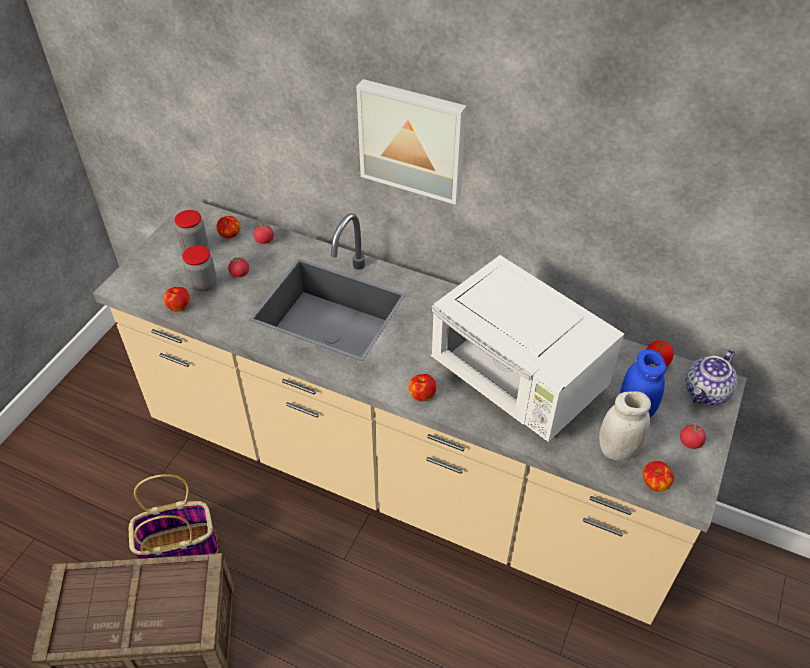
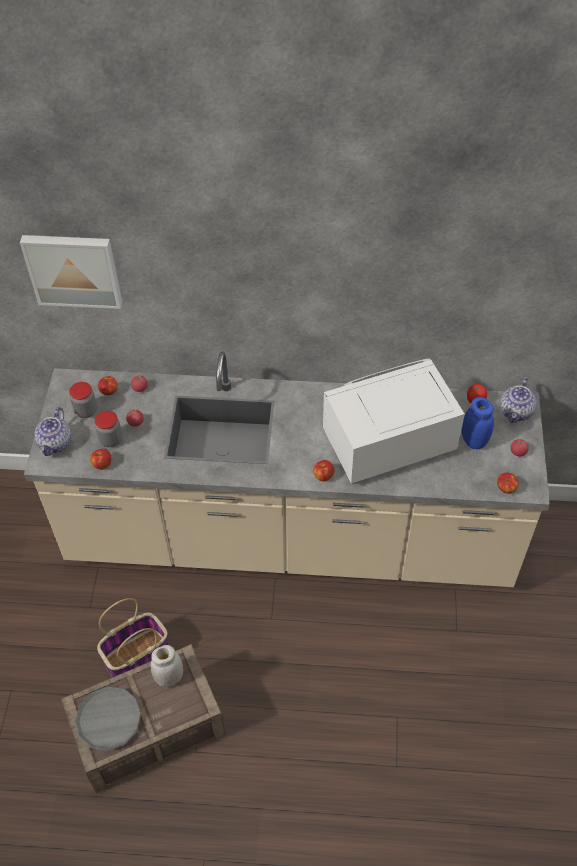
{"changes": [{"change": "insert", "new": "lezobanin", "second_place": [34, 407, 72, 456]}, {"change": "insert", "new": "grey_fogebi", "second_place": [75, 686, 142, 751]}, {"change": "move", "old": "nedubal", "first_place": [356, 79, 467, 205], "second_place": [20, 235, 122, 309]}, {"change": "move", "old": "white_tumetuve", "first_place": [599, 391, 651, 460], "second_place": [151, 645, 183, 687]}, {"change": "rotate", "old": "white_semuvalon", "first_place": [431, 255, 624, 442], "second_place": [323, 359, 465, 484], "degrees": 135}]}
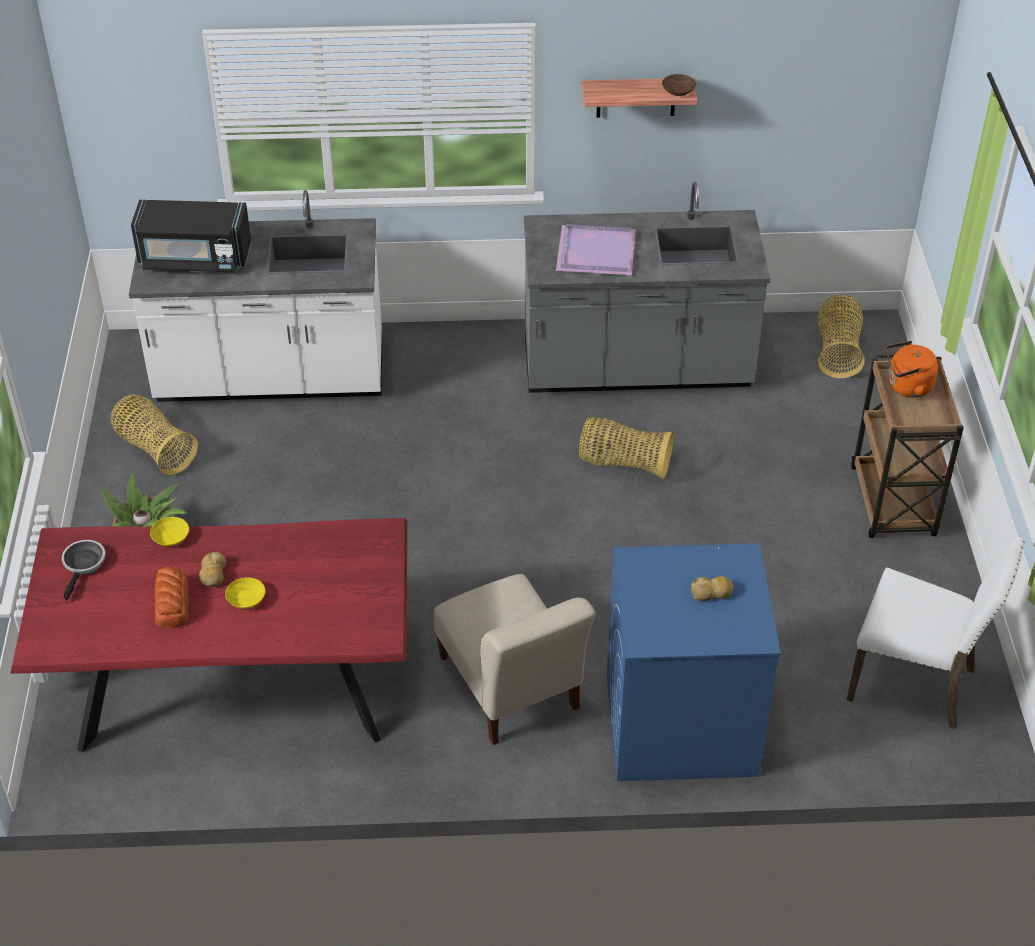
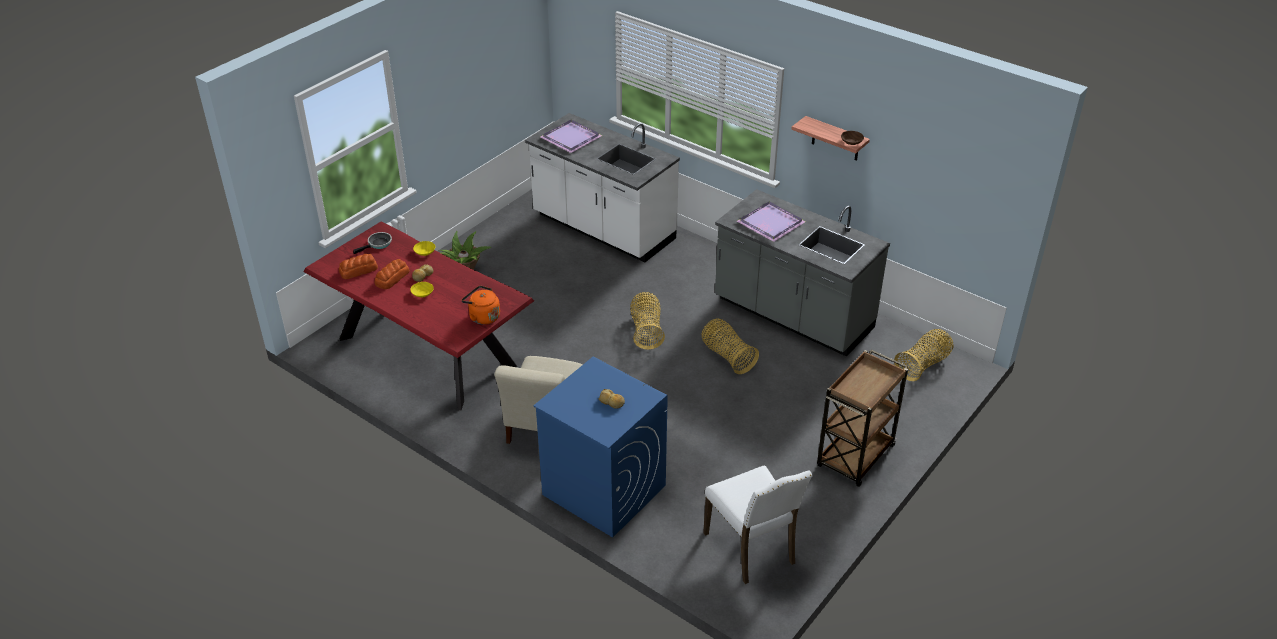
{"changes": [{"change": "insert", "new": "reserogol", "second_place": [339, 254, 378, 279]}, {"change": "move", "old": "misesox", "first_place": [111, 394, 198, 475], "second_place": [630, 292, 665, 350]}, {"change": "move", "old": "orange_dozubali", "first_place": [886, 341, 938, 398], "second_place": [462, 286, 500, 325]}, {"change": "replace", "old": "black_semuvalon", "new": "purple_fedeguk", "first_place": [131, 200, 251, 272], "second_place": [540, 120, 602, 153]}]}
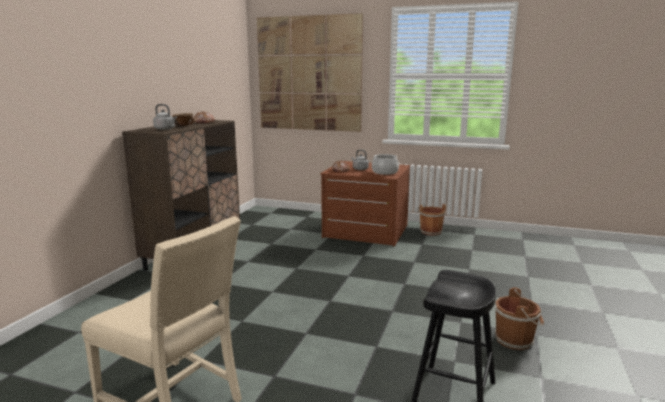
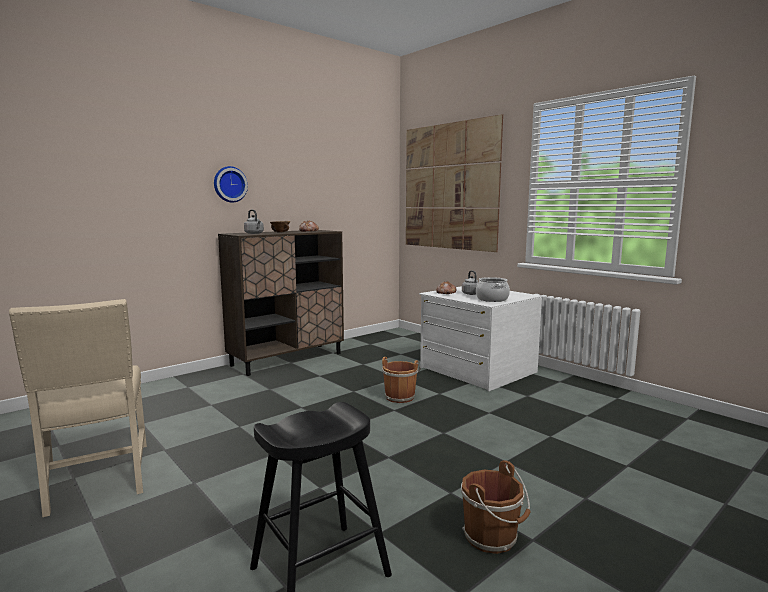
{"changes": [{"change": "insert", "new": "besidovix", "second_place": [214, 166, 248, 203]}, {"change": "move", "old": "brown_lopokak", "first_place": [418, 204, 446, 236], "second_place": [382, 357, 420, 403]}, {"change": "recolor", "old": "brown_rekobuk", "new": "white_rekobuk", "first_place": [320, 161, 410, 246], "second_place": [419, 286, 542, 391]}]}
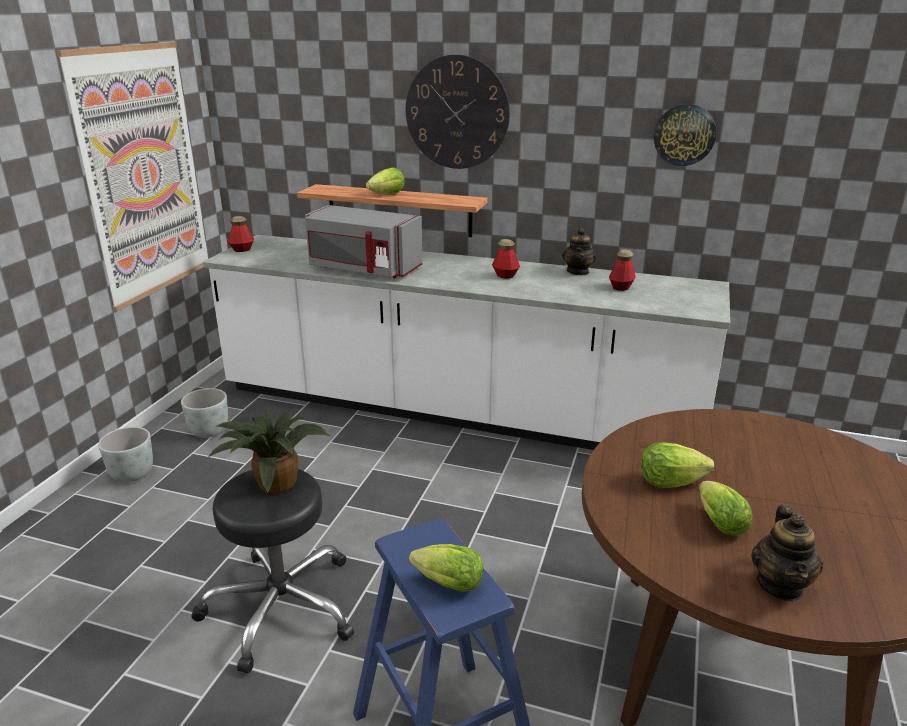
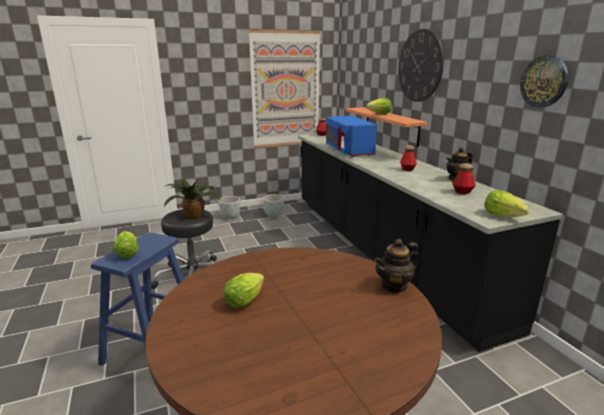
{"changes": [{"change": "move", "old": "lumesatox", "first_place": [641, 442, 714, 488], "second_place": [484, 190, 530, 217]}, {"change": "move", "old": "lezobanin", "first_place": [751, 505, 823, 601], "second_place": [374, 239, 419, 293]}, {"change": "recolor", "old": "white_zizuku", "new": "black_zizuku", "first_place": [203, 235, 730, 450], "second_place": [298, 134, 563, 352]}, {"change": "recolor", "old": "grey_semuvalon", "new": "blue_semuvalon", "first_place": [305, 205, 423, 278], "second_place": [326, 116, 377, 157]}]}
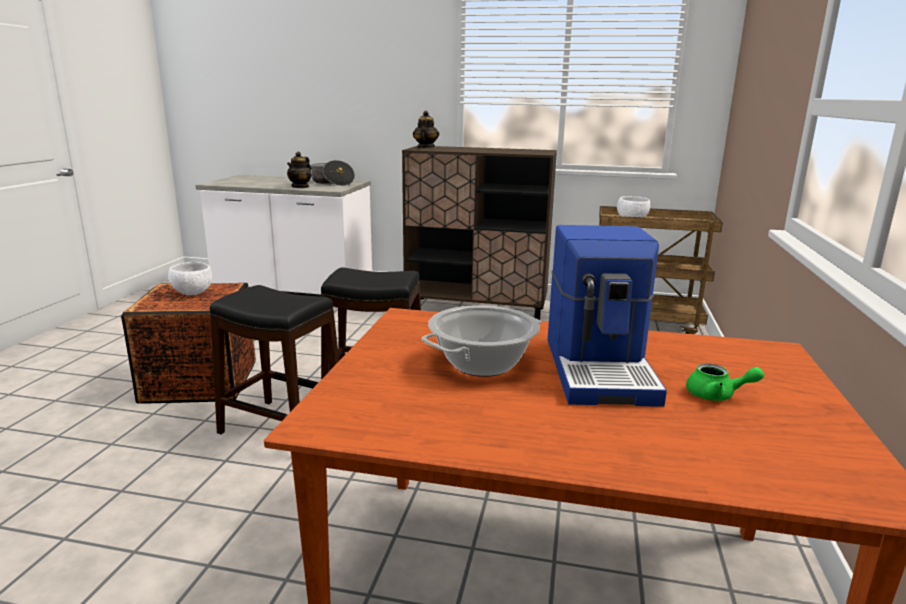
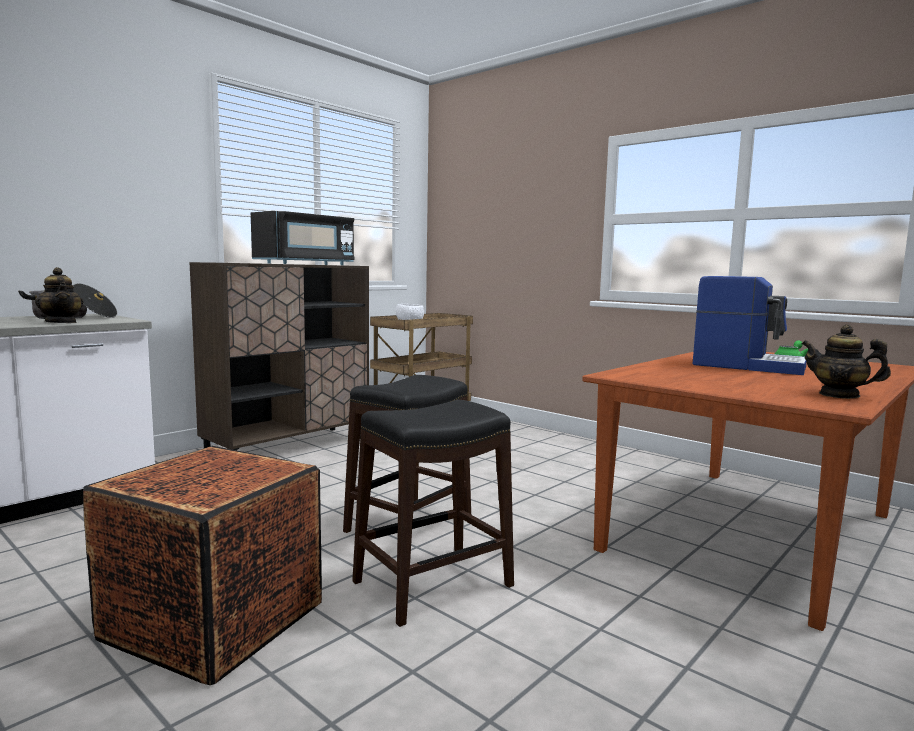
{"changes": [{"change": "delete", "old": "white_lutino", "first_place": [168, 262, 212, 295]}, {"change": "delete", "old": "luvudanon", "first_place": [422, 305, 541, 377]}, {"change": "insert", "new": "black_semuvalon", "second_place": [251, 211, 354, 265]}, {"change": "move", "old": "lezobanin", "first_place": [413, 111, 439, 148], "second_place": [802, 325, 891, 399]}]}
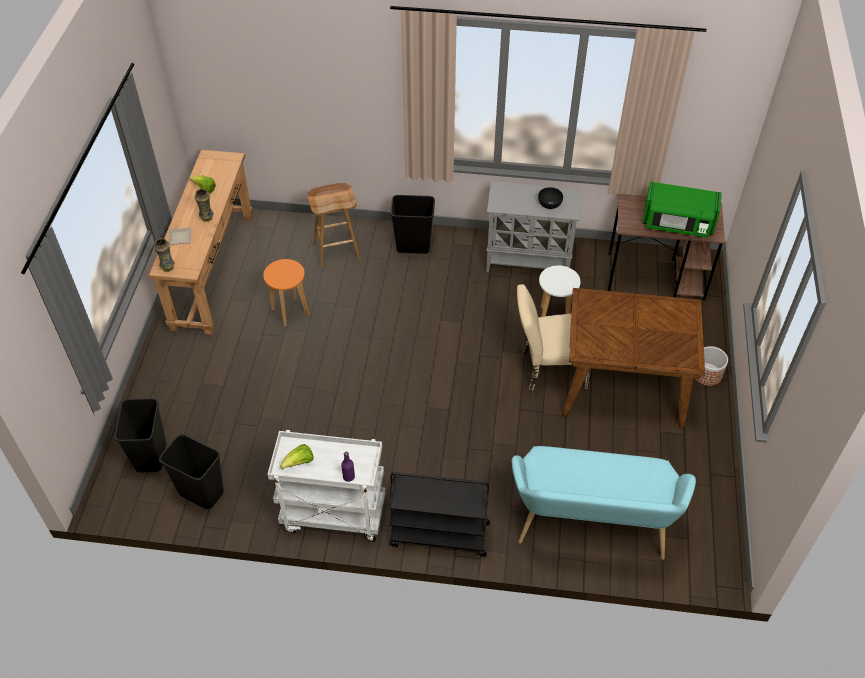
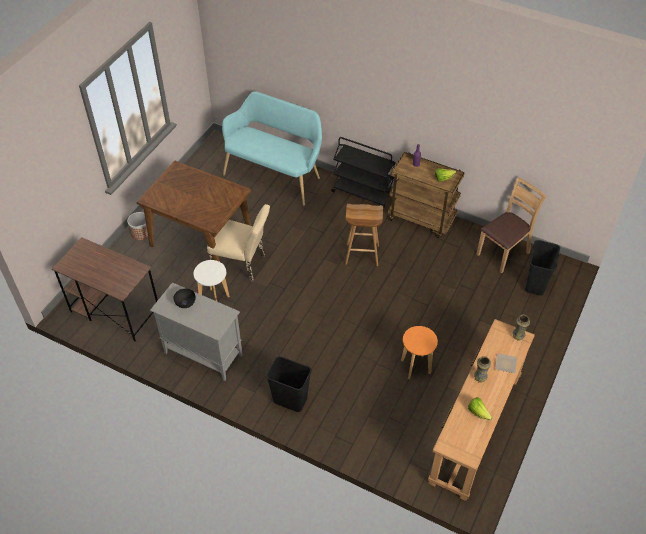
{"changes": [{"change": "delete", "old": "green_semuvalon", "first_place": [642, 182, 722, 238]}, {"change": "move", "old": "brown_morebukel", "first_place": [307, 183, 360, 268], "second_place": [345, 204, 383, 266]}, {"change": "replace", "old": "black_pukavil", "new": "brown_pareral", "first_place": [159, 434, 224, 509], "second_place": [476, 177, 546, 274]}, {"change": "recolor", "old": "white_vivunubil", "new": "brown_vivunubil", "first_place": [267, 430, 385, 542], "second_place": [388, 152, 465, 238]}]}
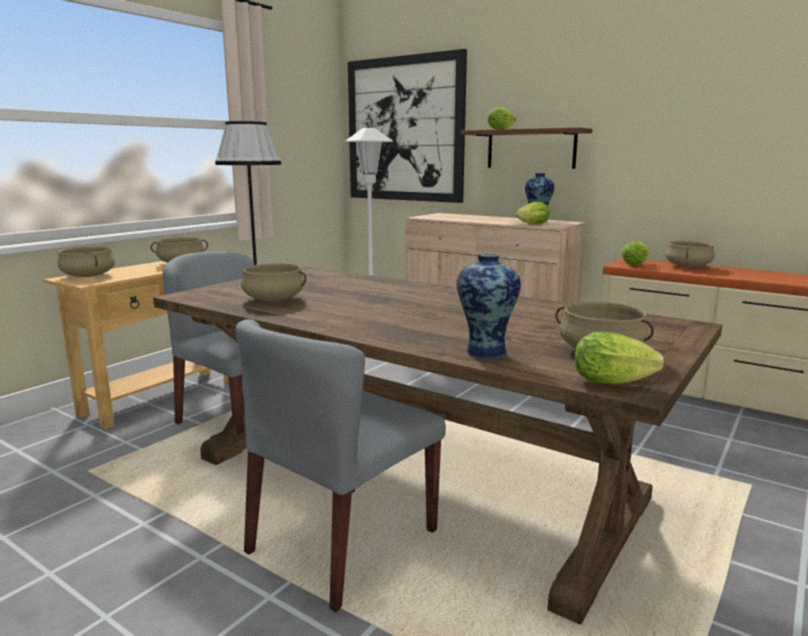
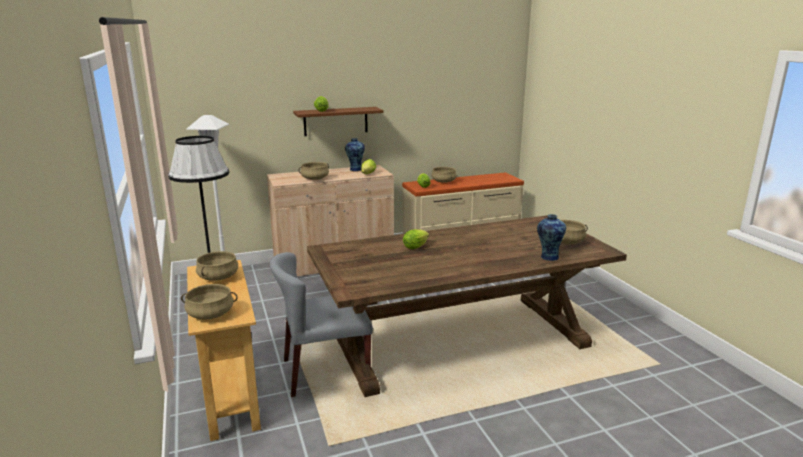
{"changes": [{"change": "delete", "old": "grey_pareral", "first_place": [236, 319, 446, 613]}, {"change": "delete", "old": "nedubal", "first_place": [348, 49, 467, 203]}, {"change": "move", "old": "beige_luvudanon", "first_place": [241, 263, 306, 301], "second_place": [298, 162, 329, 180]}, {"change": "move", "old": "lumesatox", "first_place": [575, 331, 664, 385], "second_place": [403, 229, 429, 249]}]}
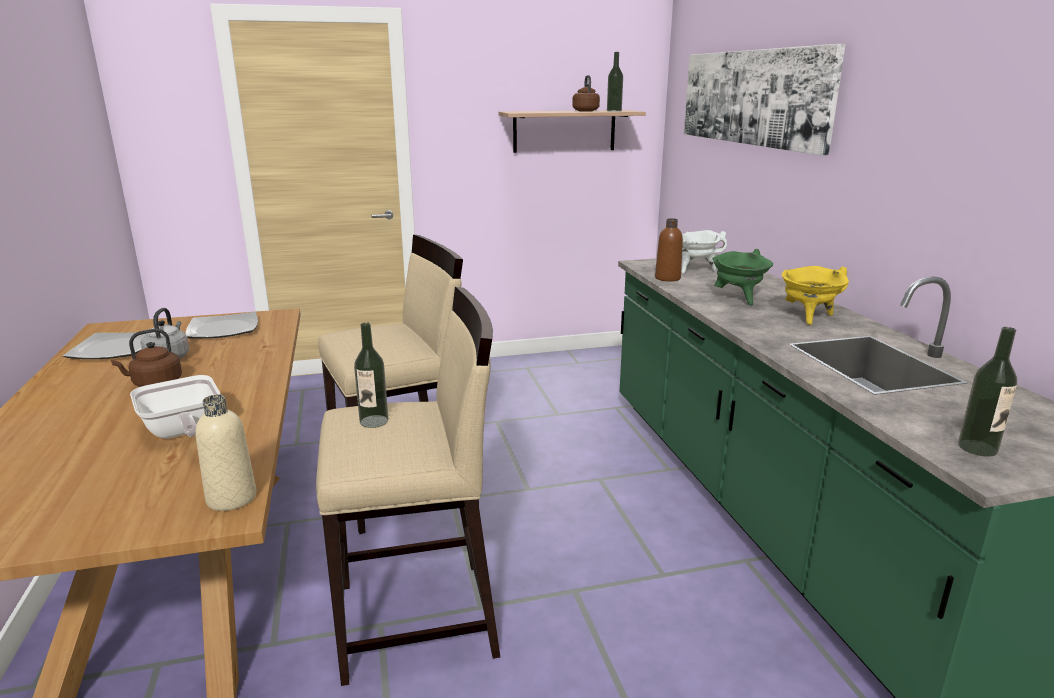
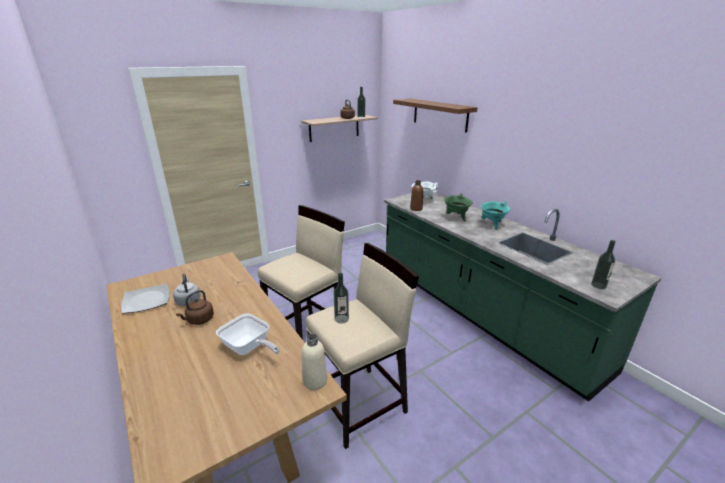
{"changes": [{"change": "delete", "old": "fogebi", "first_place": [186, 312, 258, 338]}, {"change": "replace", "old": "nedubal", "new": "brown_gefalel", "first_place": [684, 44, 846, 156], "second_place": [393, 99, 478, 133]}, {"change": "recolor", "old": "yellow_luvudanon", "new": "turquoise_luvudanon", "first_place": [782, 266, 849, 325], "second_place": [481, 201, 511, 230]}]}
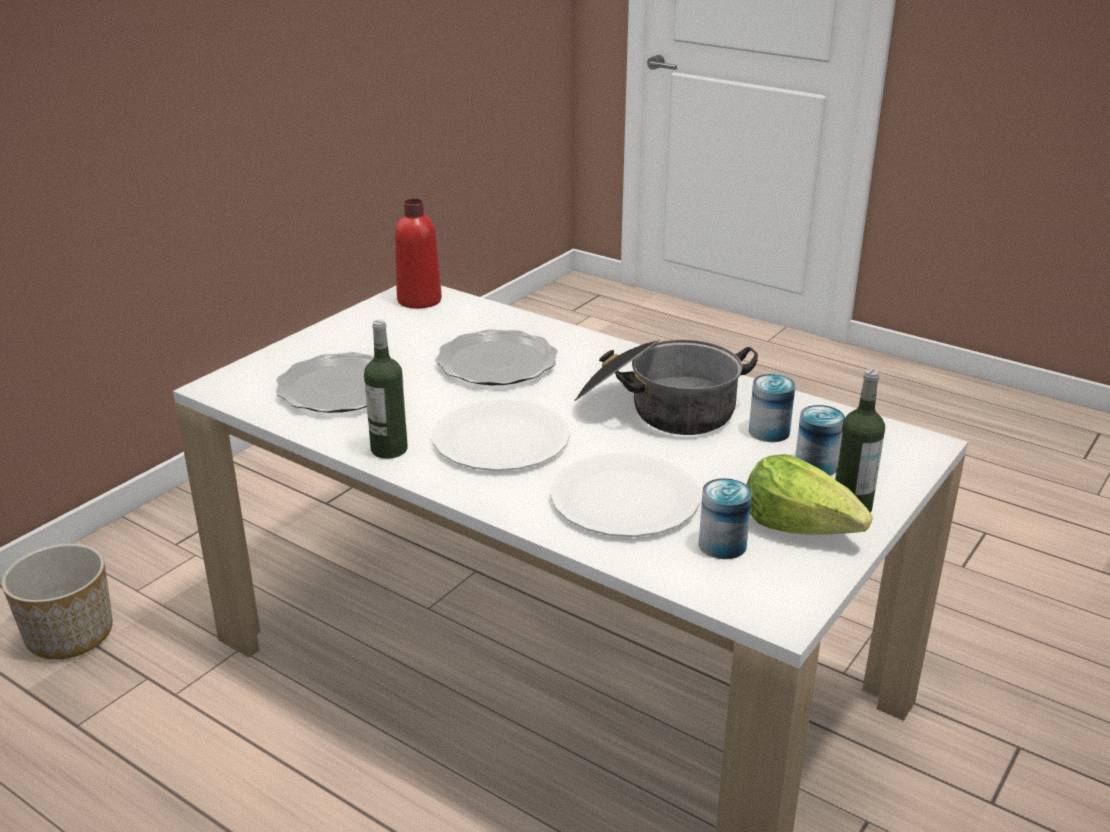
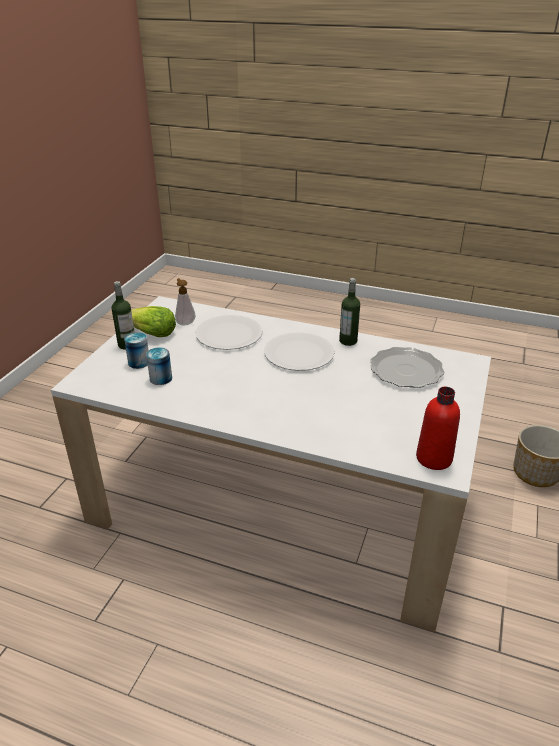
{"changes": [{"change": "delete", "old": "fogebi", "first_place": [435, 329, 558, 385]}, {"change": "delete", "old": "luvudanon", "first_place": [575, 339, 758, 435]}, {"change": "replace", "old": "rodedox", "new": "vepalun", "first_place": [699, 478, 752, 559], "second_place": [175, 278, 196, 326]}]}
